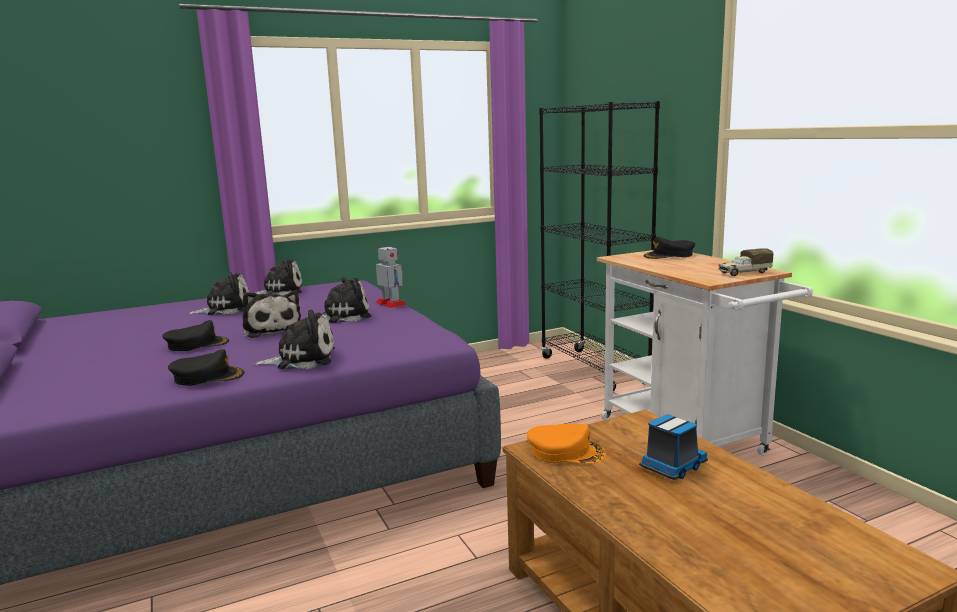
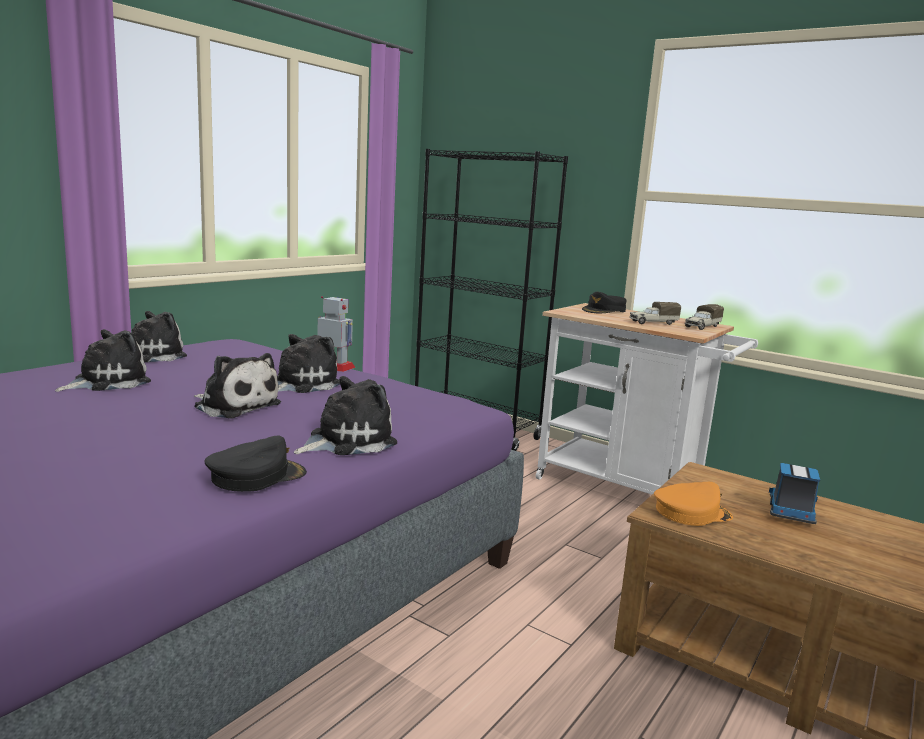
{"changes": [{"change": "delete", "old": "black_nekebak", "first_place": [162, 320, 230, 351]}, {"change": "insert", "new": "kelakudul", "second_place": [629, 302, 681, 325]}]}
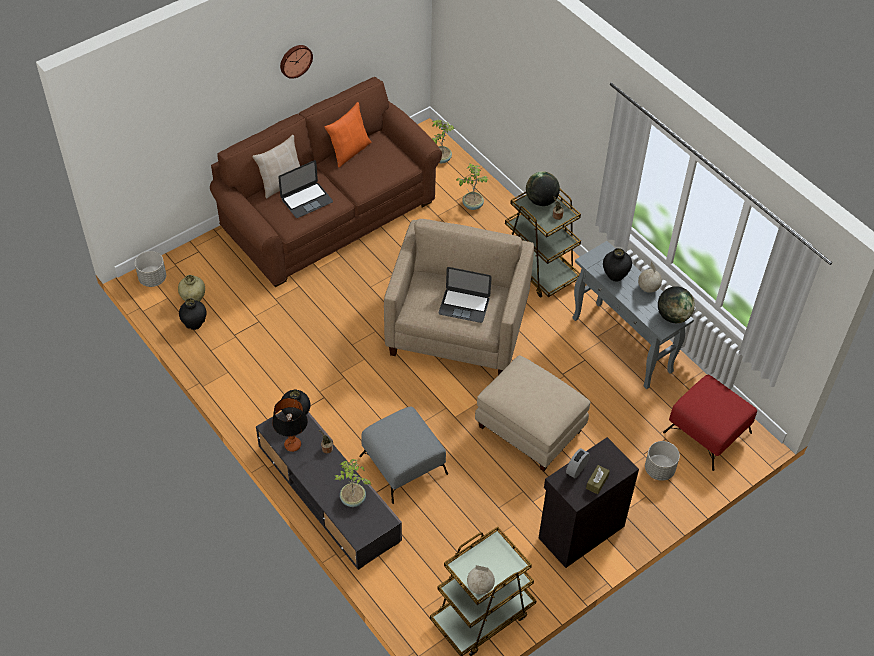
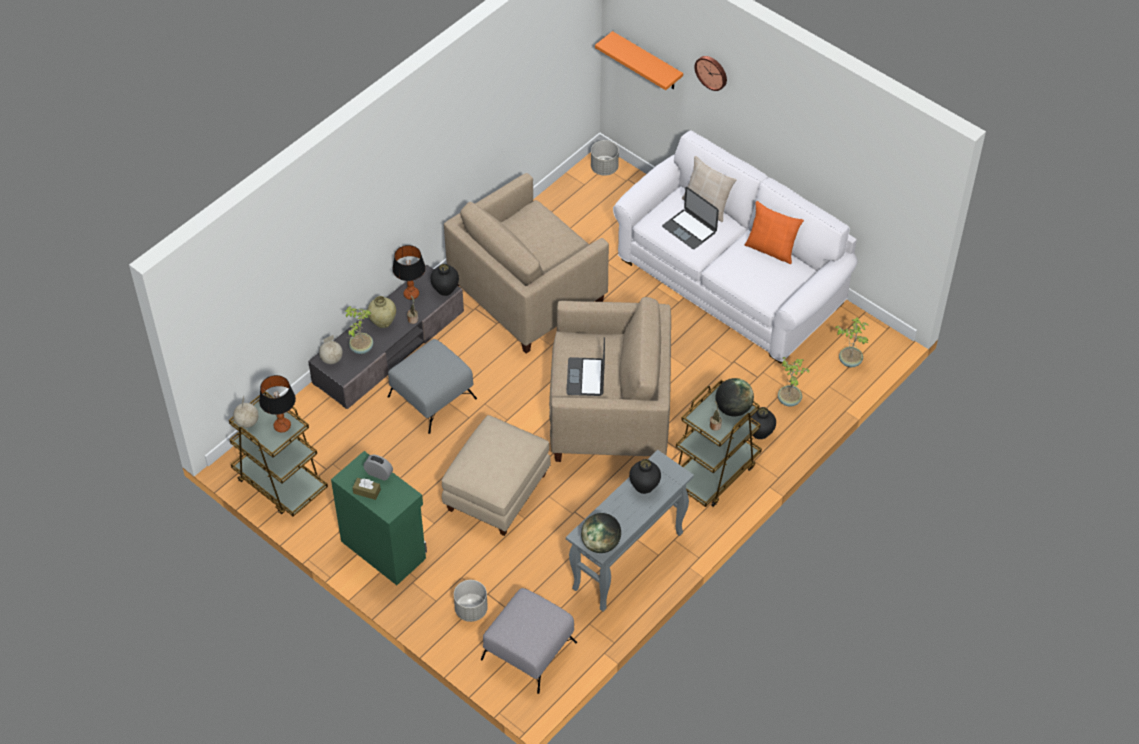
{"changes": [{"change": "insert", "new": "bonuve", "second_place": [259, 375, 296, 433]}, {"change": "insert", "new": "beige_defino", "second_place": [444, 173, 609, 354]}, {"change": "insert", "new": "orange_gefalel", "second_place": [595, 31, 683, 90]}, {"change": "move", "old": "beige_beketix", "first_place": [178, 275, 205, 302], "second_place": [367, 296, 396, 328]}, {"change": "move", "old": "black_beketix", "first_place": [179, 299, 207, 330], "second_place": [751, 407, 776, 439]}, {"change": "move", "old": "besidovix", "first_place": [280, 45, 313, 79], "second_place": [694, 56, 727, 91]}, {"change": "move", "old": "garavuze", "first_place": [638, 261, 662, 293], "second_place": [319, 335, 343, 364]}, {"change": "recolor", "old": "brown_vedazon", "new": "white_vedazon", "first_place": [210, 77, 442, 287], "second_place": [613, 130, 857, 364]}, {"change": "recolor", "old": "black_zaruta", "new": "green_zaruta", "first_place": [539, 437, 639, 568], "second_place": [331, 451, 427, 585]}, {"change": "recolor", "old": "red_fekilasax", "new": "grey_fekilasax", "first_place": [663, 375, 757, 471], "second_place": [481, 588, 577, 694]}]}
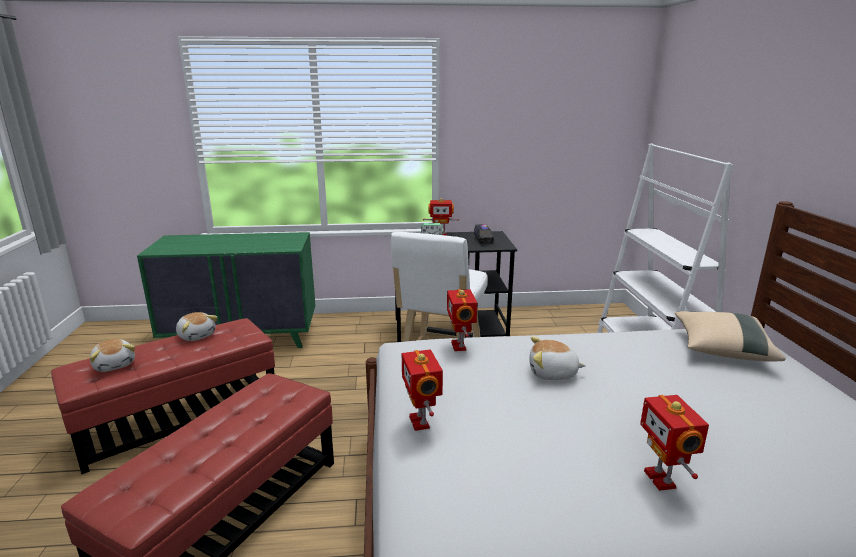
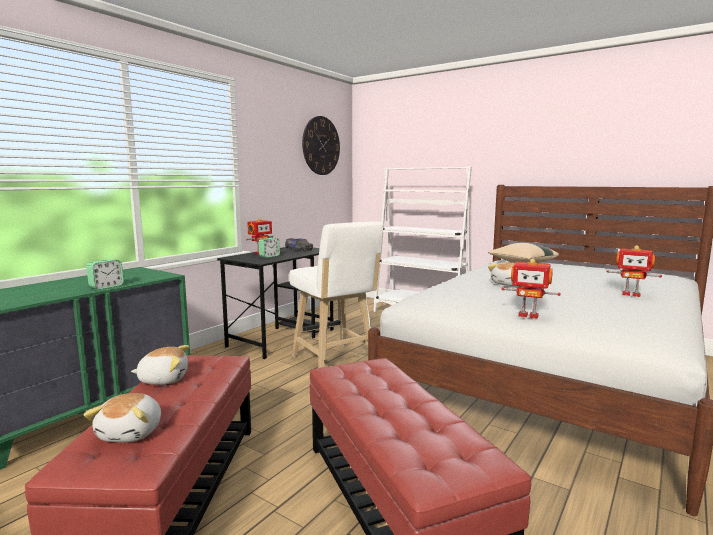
{"changes": [{"change": "delete", "old": "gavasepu", "first_place": [447, 289, 477, 351]}, {"change": "insert", "new": "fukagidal", "second_place": [86, 259, 124, 290]}, {"change": "insert", "new": "besidovix", "second_place": [302, 116, 340, 175]}, {"change": "rotate", "old": "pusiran", "first_place": [90, 339, 135, 372], "second_place": [84, 393, 161, 442], "degrees": 90}]}
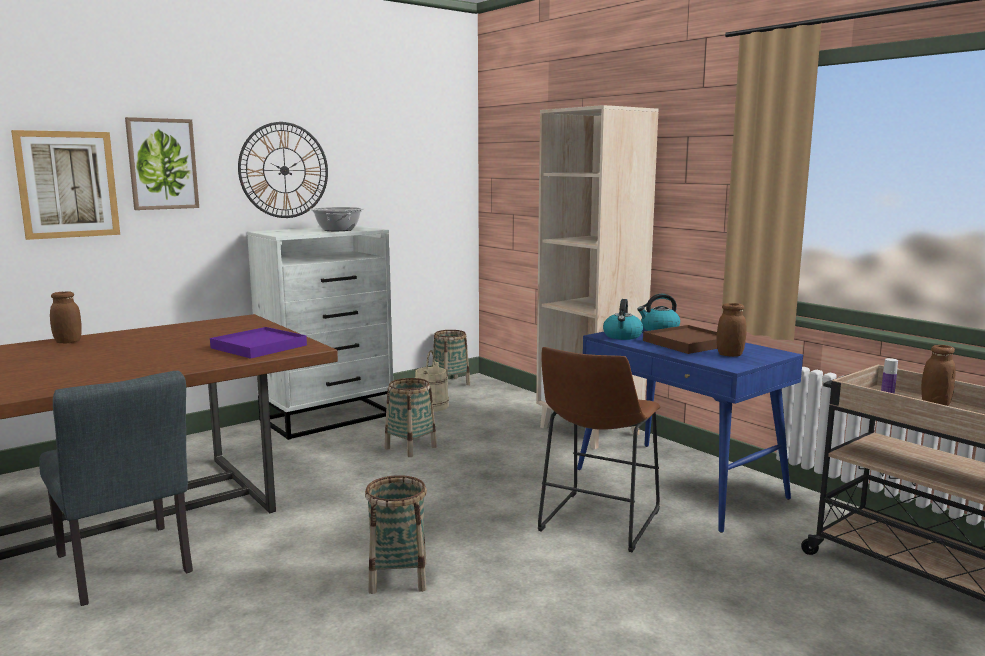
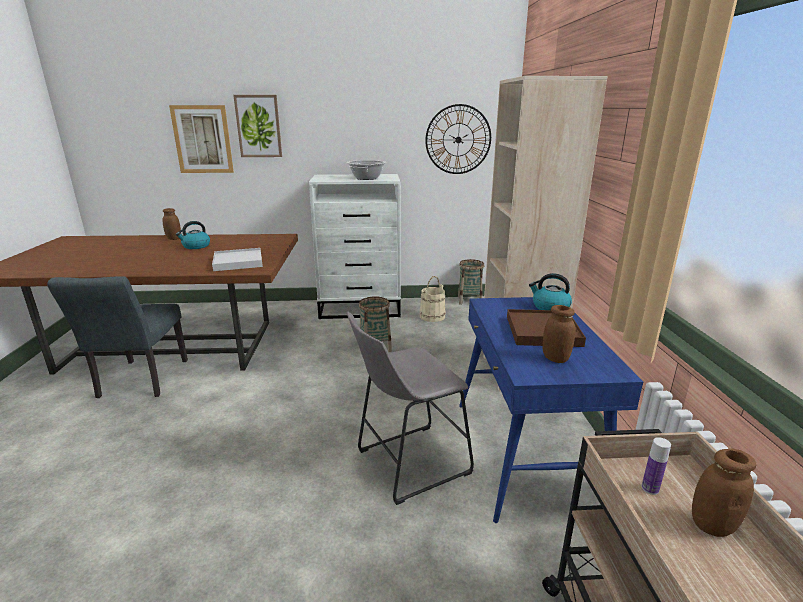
{"changes": [{"change": "delete", "old": "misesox", "first_place": [365, 475, 427, 594]}, {"change": "move", "old": "besidovix", "first_place": [238, 122, 328, 218], "second_place": [425, 104, 491, 174]}, {"change": "move", "old": "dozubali", "first_place": [603, 299, 643, 340], "second_place": [176, 221, 210, 249]}, {"change": "recolor", "old": "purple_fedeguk", "new": "white_fedeguk", "first_place": [210, 327, 307, 359], "second_place": [212, 248, 263, 271]}, {"change": "recolor", "old": "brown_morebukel", "new": "grey_morebukel", "first_place": [538, 347, 660, 552], "second_place": [347, 312, 474, 505]}]}
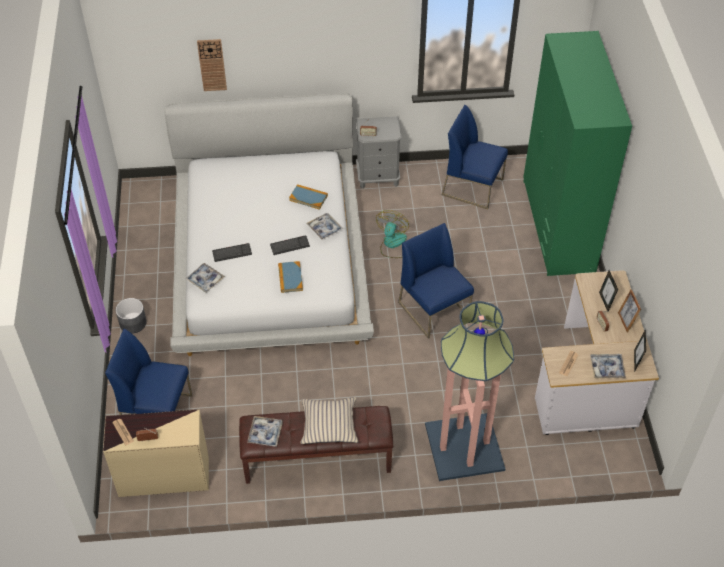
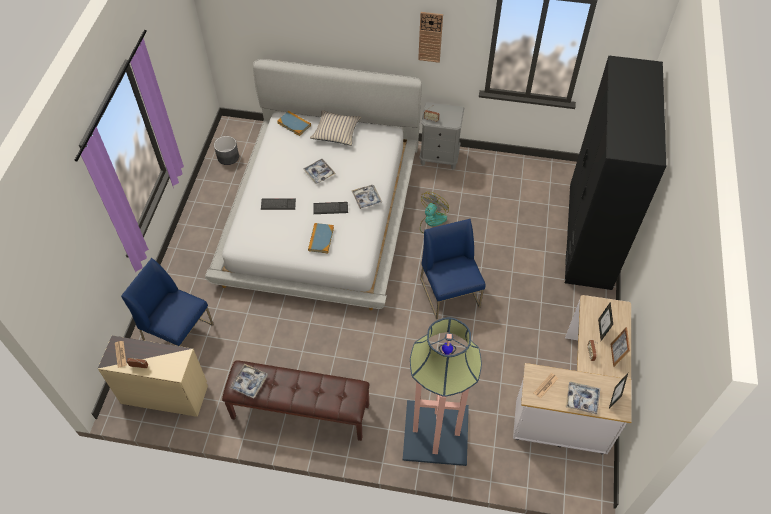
{"changes": [{"change": "delete", "old": "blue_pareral", "first_place": [442, 105, 508, 209]}, {"change": "move", "old": "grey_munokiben", "first_place": [116, 298, 147, 334], "second_place": [214, 136, 239, 165]}, {"change": "move", "old": "fedeguk", "first_place": [186, 263, 225, 292], "second_place": [303, 159, 336, 184]}, {"change": "move", "old": "besidovix", "first_place": [197, 39, 227, 91], "second_place": [418, 12, 443, 63]}, {"change": "move", "old": "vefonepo", "first_place": [289, 184, 328, 210], "second_place": [277, 111, 311, 136]}, {"change": "move", "old": "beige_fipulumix", "first_place": [300, 397, 358, 444], "second_place": [310, 110, 362, 146]}, {"change": "recolor", "old": "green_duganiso", "new": "black_duganiso", "first_place": [523, 31, 632, 276], "second_place": [565, 56, 667, 290]}]}
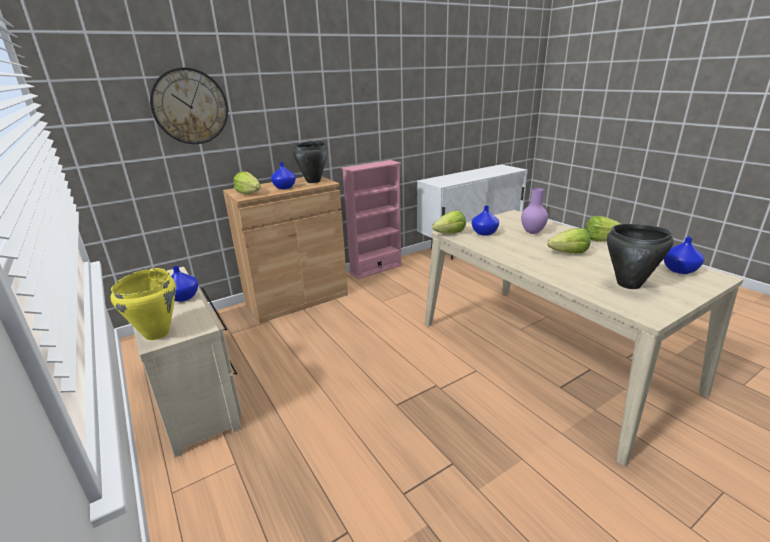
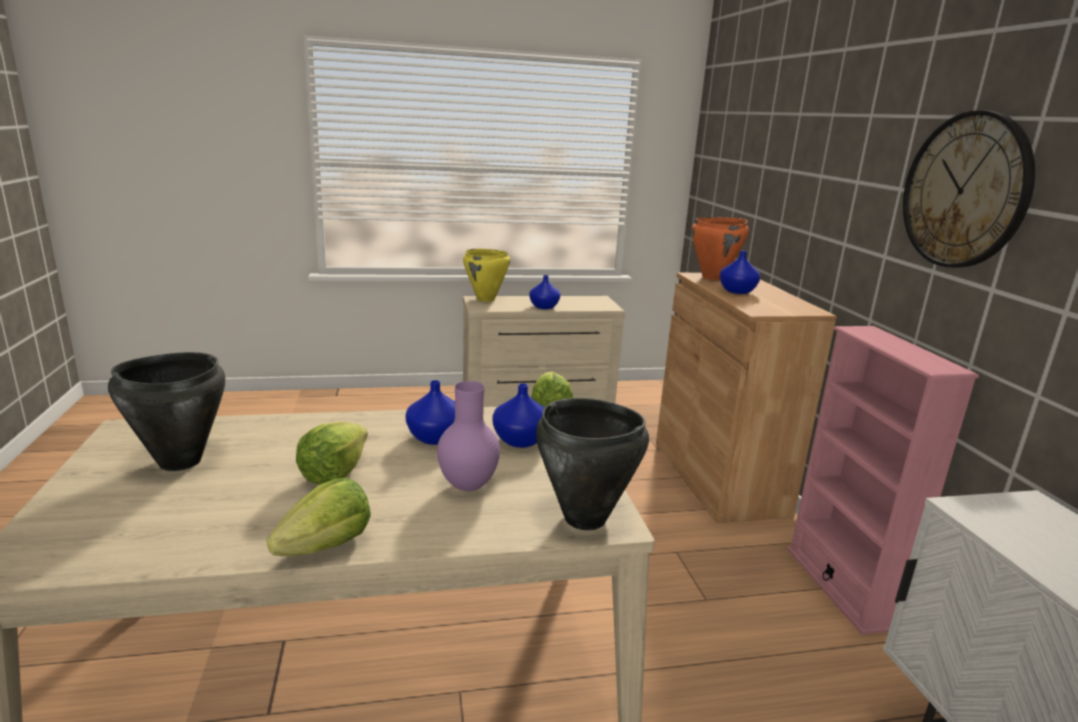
{"changes": [{"change": "move", "old": "besidovix", "first_place": [150, 67, 228, 144], "second_place": [903, 110, 1035, 267]}, {"change": "move", "old": "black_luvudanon", "first_place": [293, 141, 328, 183], "second_place": [536, 398, 649, 530]}, {"change": "move", "old": "blue_beketix", "first_place": [664, 236, 704, 274], "second_place": [405, 380, 455, 445]}, {"change": "replace", "old": "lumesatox", "new": "orange_luvudanon", "first_place": [233, 171, 261, 194], "second_place": [691, 218, 749, 280]}]}
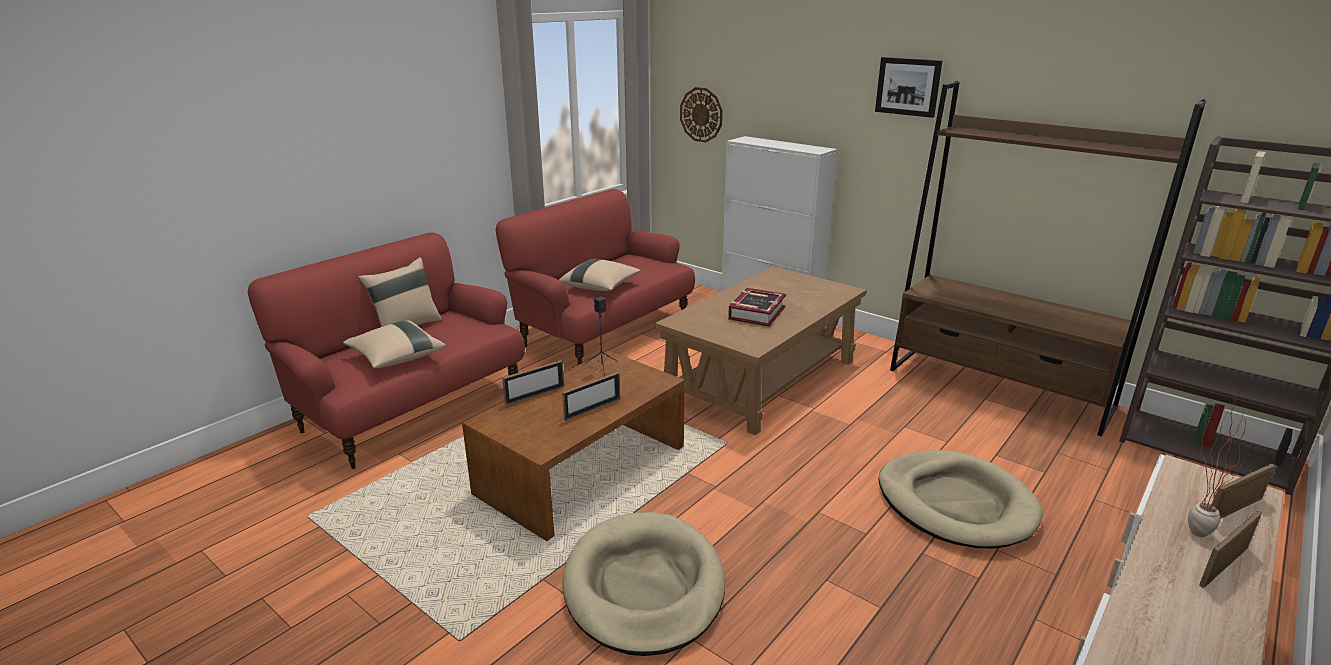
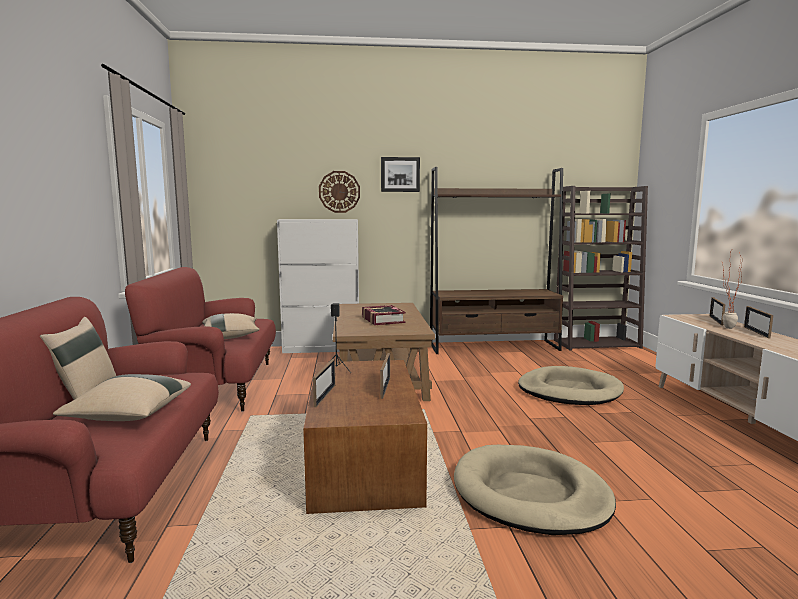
{"changes": [{"change": "move", "old": "besidovix", "first_place": [680, 87, 723, 143], "second_place": [319, 171, 360, 213]}]}
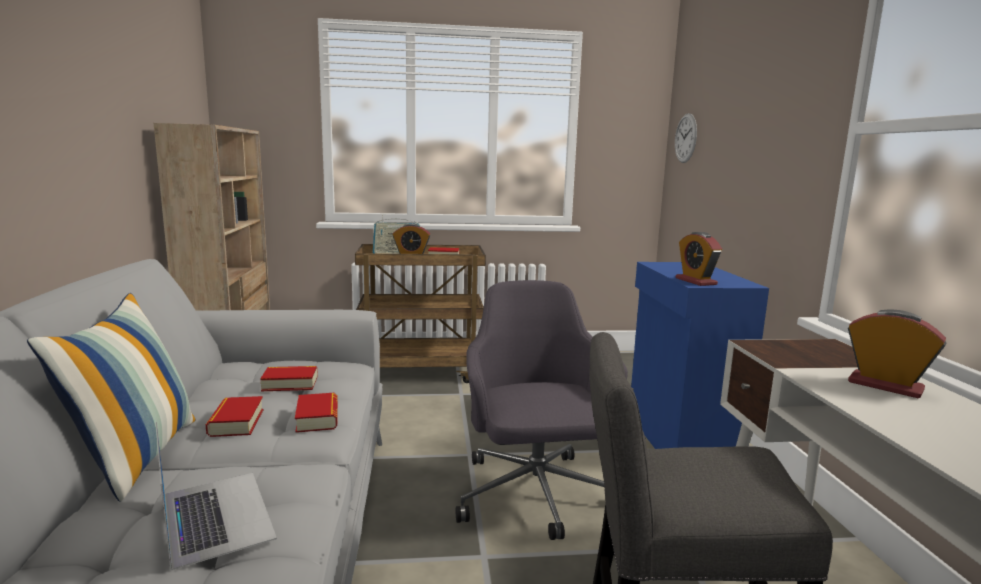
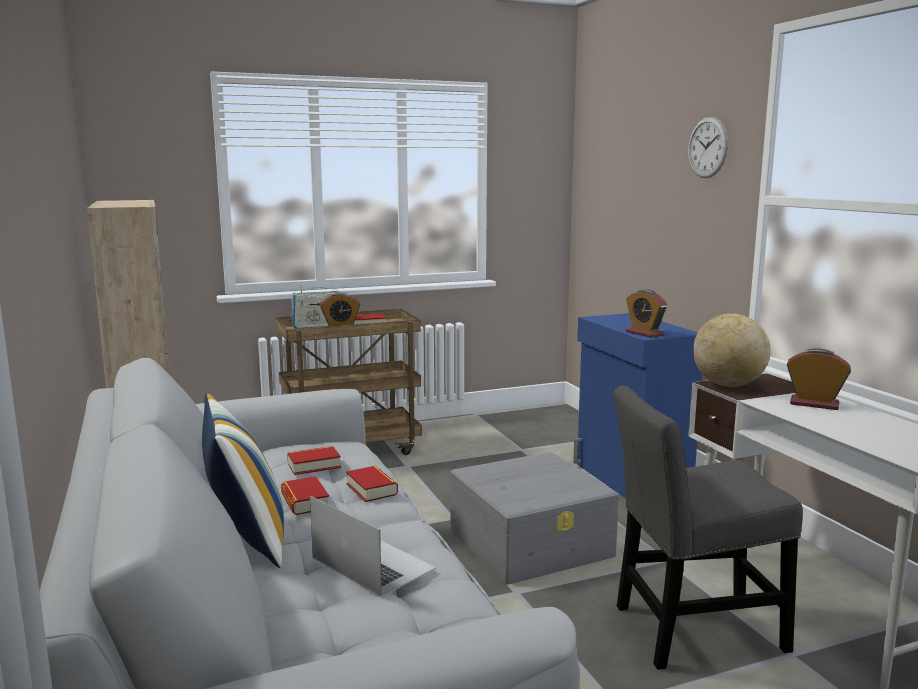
{"changes": [{"change": "insert", "new": "garavuze", "second_place": [693, 314, 771, 387]}, {"change": "move", "old": "besidovix", "first_place": [675, 113, 697, 163], "second_place": [688, 117, 728, 178]}, {"change": "replace", "old": "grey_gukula", "new": "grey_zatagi", "first_place": [456, 280, 628, 540], "second_place": [450, 452, 619, 585]}]}
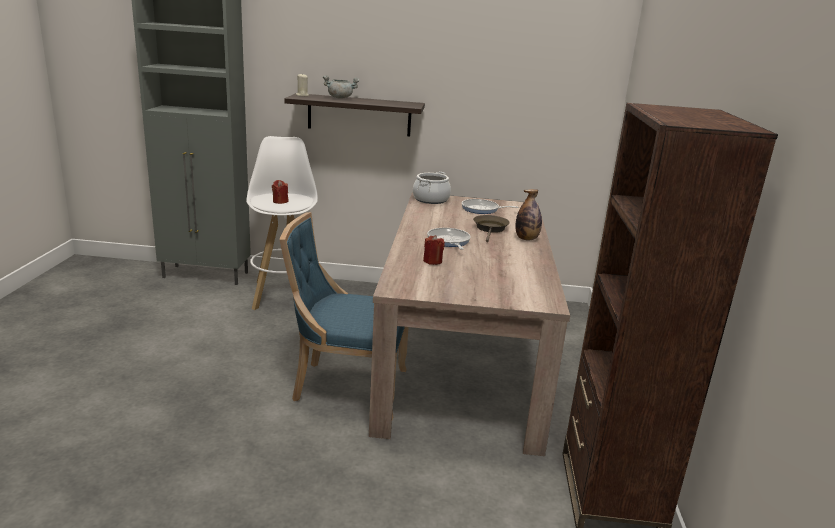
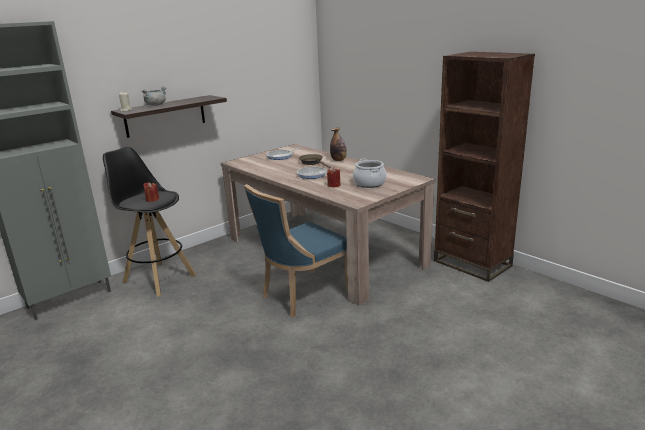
{"changes": [{"change": "move", "old": "luvudanon", "first_place": [413, 172, 451, 204], "second_place": [353, 158, 386, 188]}, {"change": "recolor", "old": "white_morebukel", "new": "black_morebukel", "first_place": [246, 136, 318, 310], "second_place": [103, 147, 196, 297]}]}
